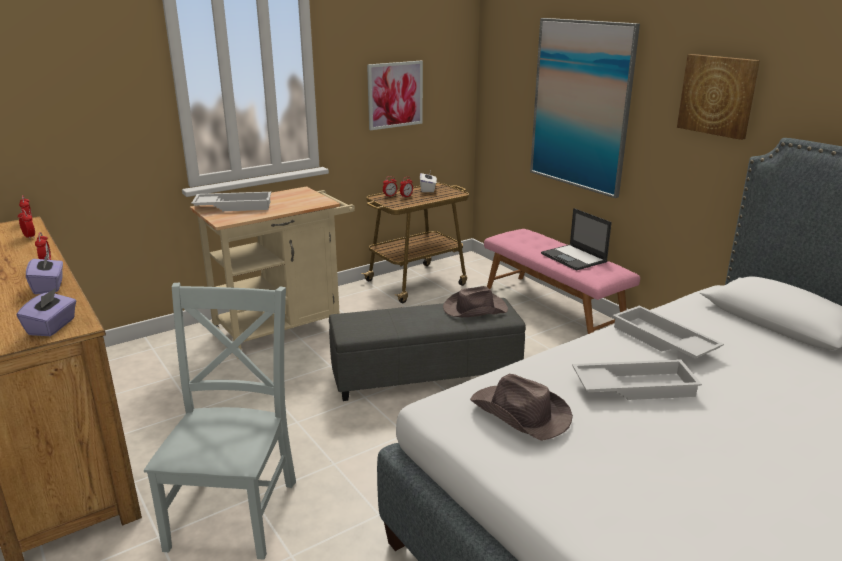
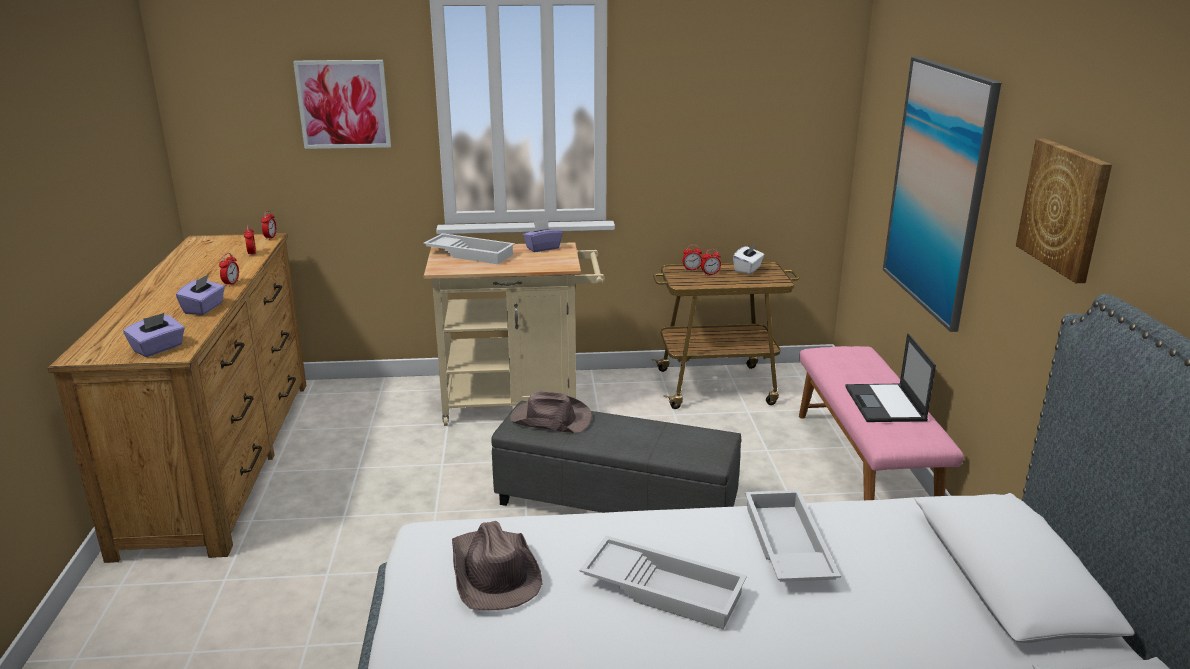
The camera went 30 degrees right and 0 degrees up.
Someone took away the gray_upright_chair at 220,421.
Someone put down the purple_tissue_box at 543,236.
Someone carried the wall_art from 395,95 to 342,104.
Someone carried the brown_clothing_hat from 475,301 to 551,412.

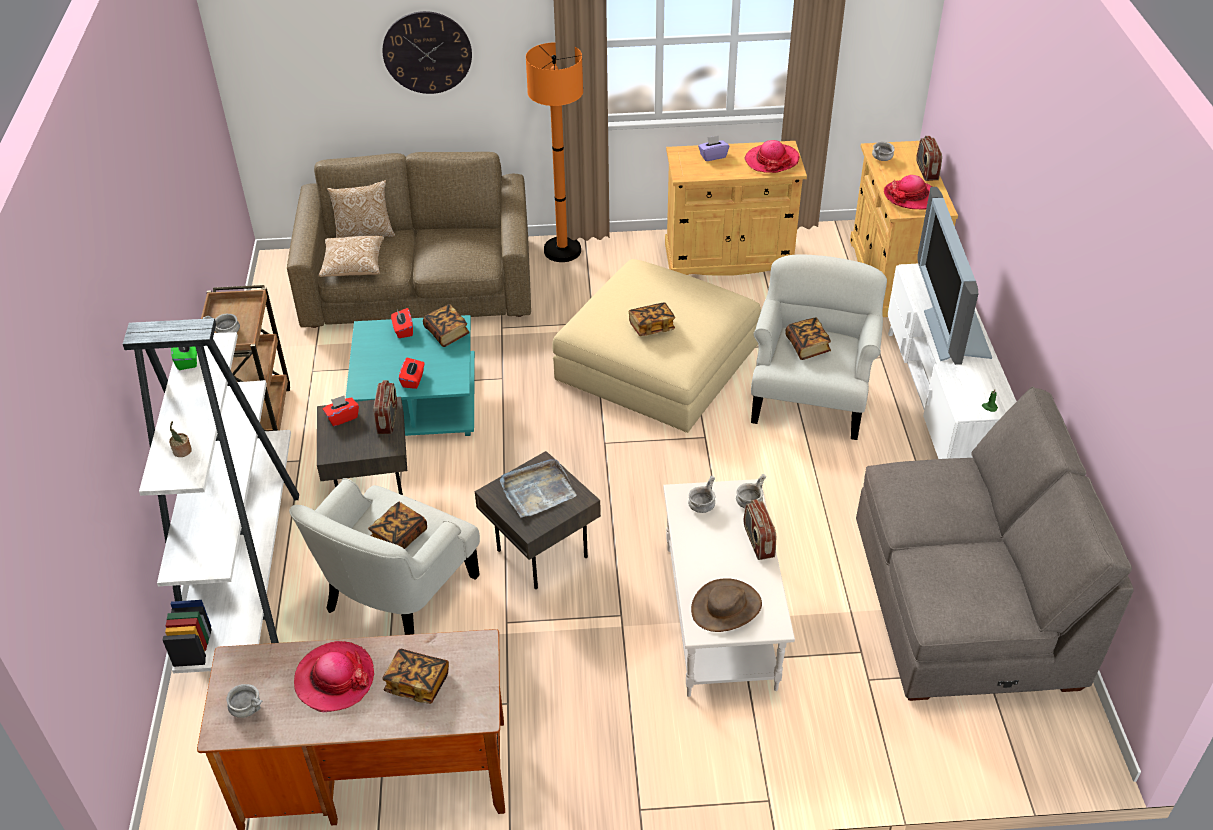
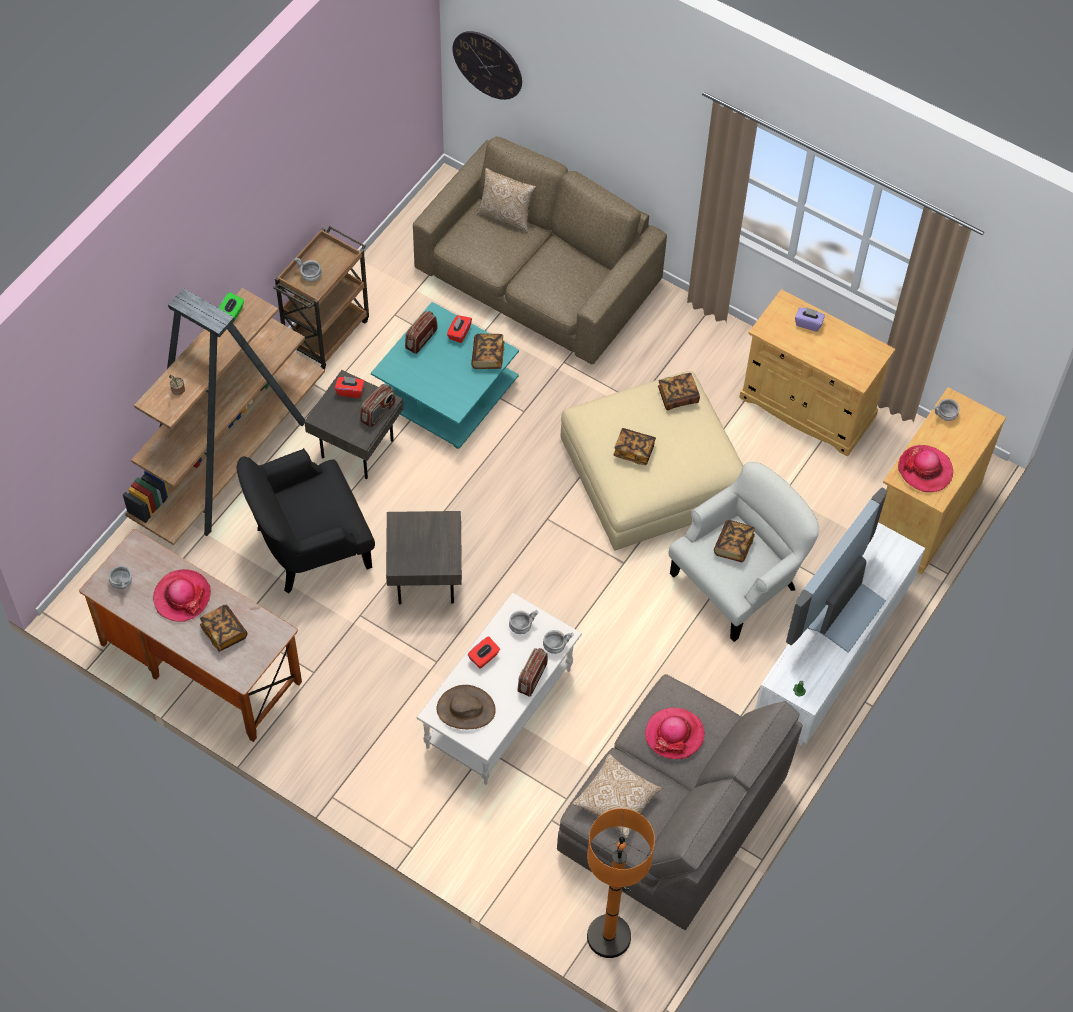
The camera went 35 degrees right and 15 degrees up.
Someone took away the gray_tray at 538,488.
Someone carried the pillow from 351,256 to 617,796.
Someone carried the bound_book from 397,525 to 679,392.
Someone carried the wall_clock from 427,52 to 487,65.
Someone carried the red-coloured_tissue_box from 412,373 to 484,652.
Someone carried the orangey_standing_lamp from 554,152 to 621,883.
Someone carried the clothing_hat from 772,156 to 675,733.
Someone carried the radio from 929,158 to 421,332.
Someone repainted the white_bookcase at 211,495, which became the brown_bookcase at 224,416.
Someone repainted the white_armchair at 384,556, which became the blackish_armchair at 305,520.

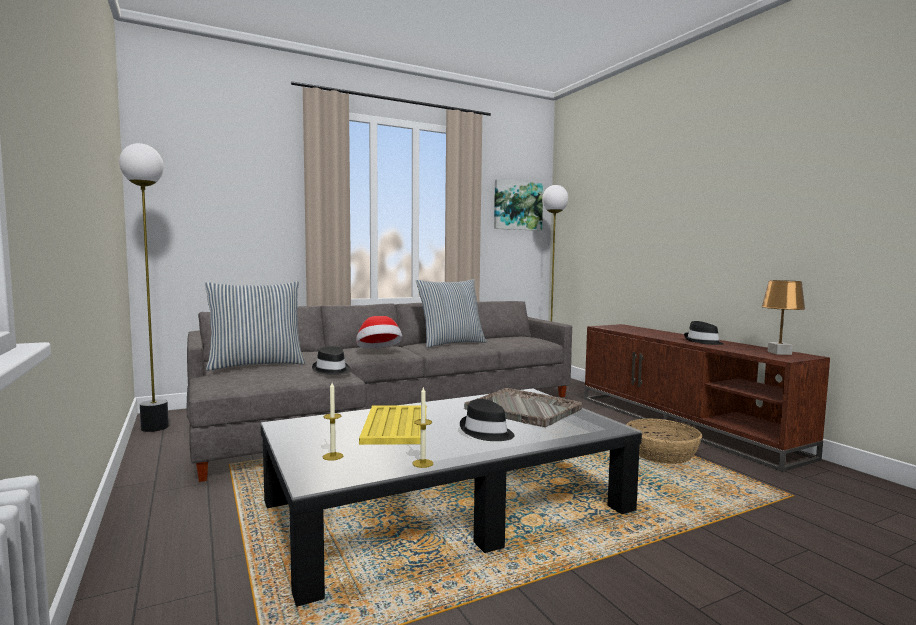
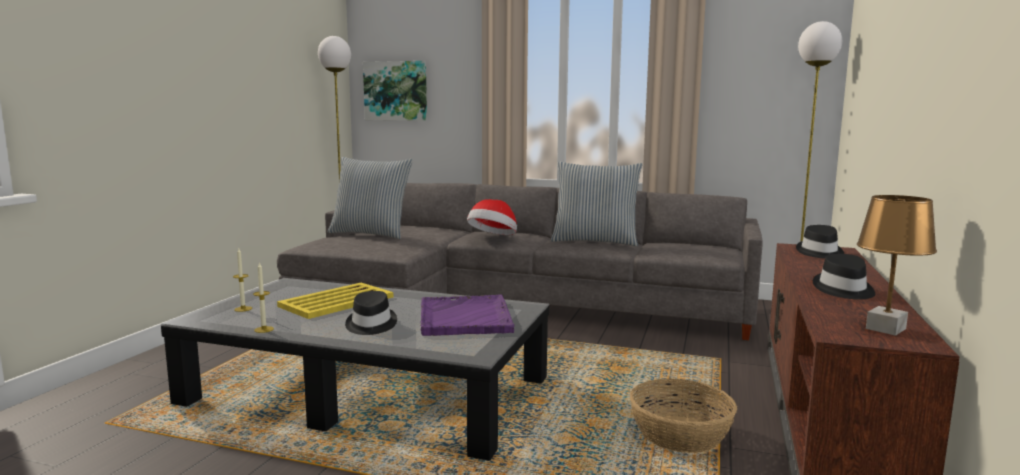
The camera went 45 degrees right and 5 degrees up.
Someone carried the blackish_clothing_hat from 331,360 to 820,242.
Someone carried the wall_art from 518,205 to 395,91.
Someone repainted the gray_tray at 523,407, which became the purple_tray at 467,315.

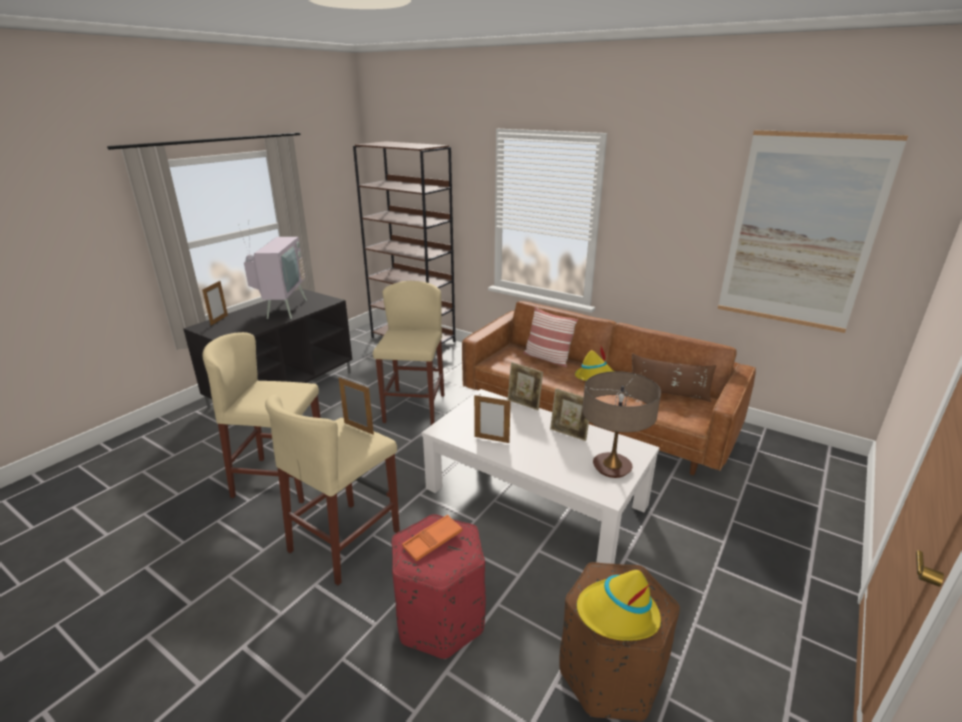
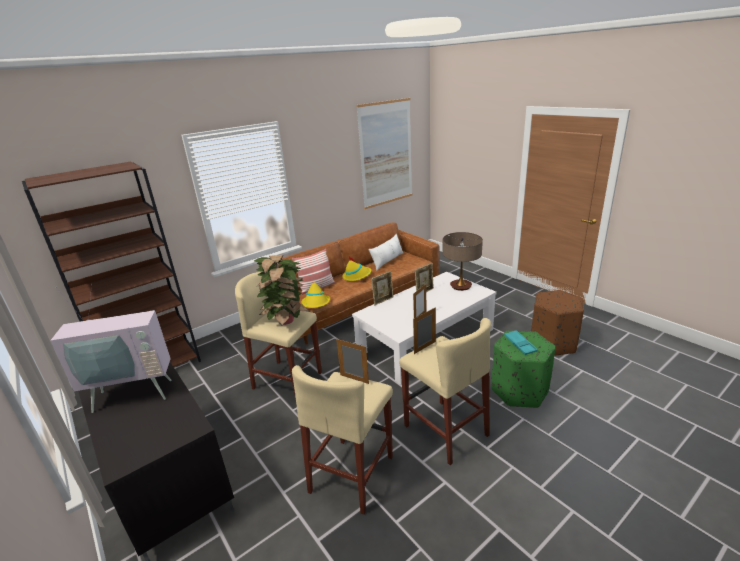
The camera went 70 degrees left and 0 degrees up.
Someone put down the potted_plant at 281,290.
Someone carried the photo_frame from 215,303 to 352,361.
Someone carried the yellowish_clothing_hat from 619,605 to 316,295.
Someone repainted the red-coloured_ottoman at 439,586, which became the green_ottoman at 523,369.
Someone repainted the orangey_tray at 432,538, which became the turquoise-coloured_tray at 521,342.
Someone repainted the brown_pillow at 674,377, which became the white_pillow at 385,252.
Someone rotated the TV_set at 272,269 by 150 degrees clockwise.

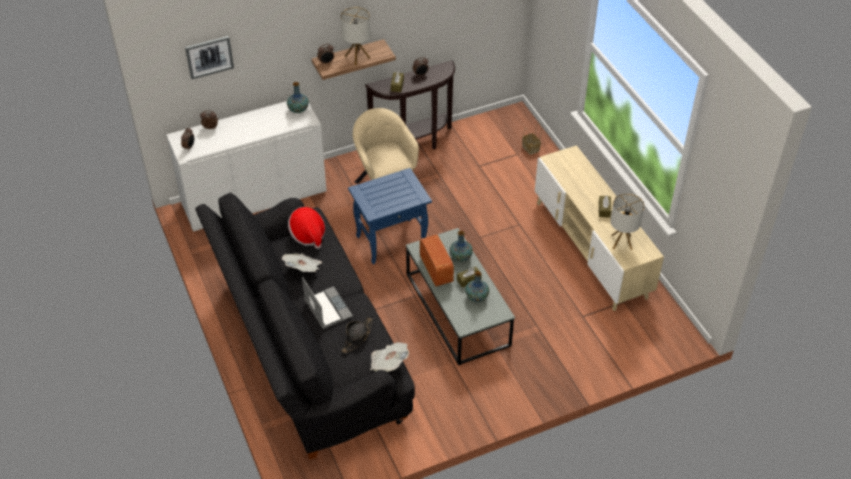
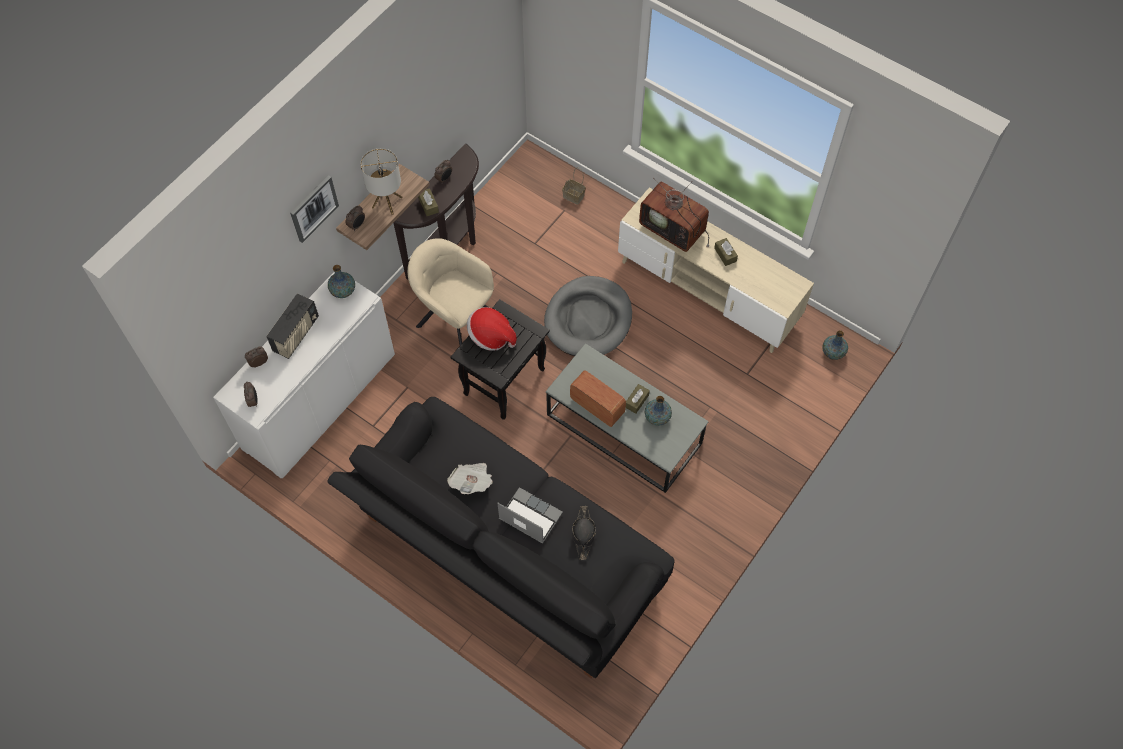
The camera went 30 degrees left and 15 degrees up.
Someone took away the newspaper at 389,357.
Someone took away the table_lamp at 627,221.
Someone put down the radio at 292,326.
Someone put down the gray_pet_bed at 588,316.
Someone put down the TV_set at 674,215.
Someone carried the wall_art from 209,57 to 314,209.
Someone carried the clothing_hat from 306,228 to 492,328.
Someone carried the decorative_vase from 461,246 to 835,345.
Someone repainted the blue_side_table at 390,216, which became the blackish_side_table at 500,359.

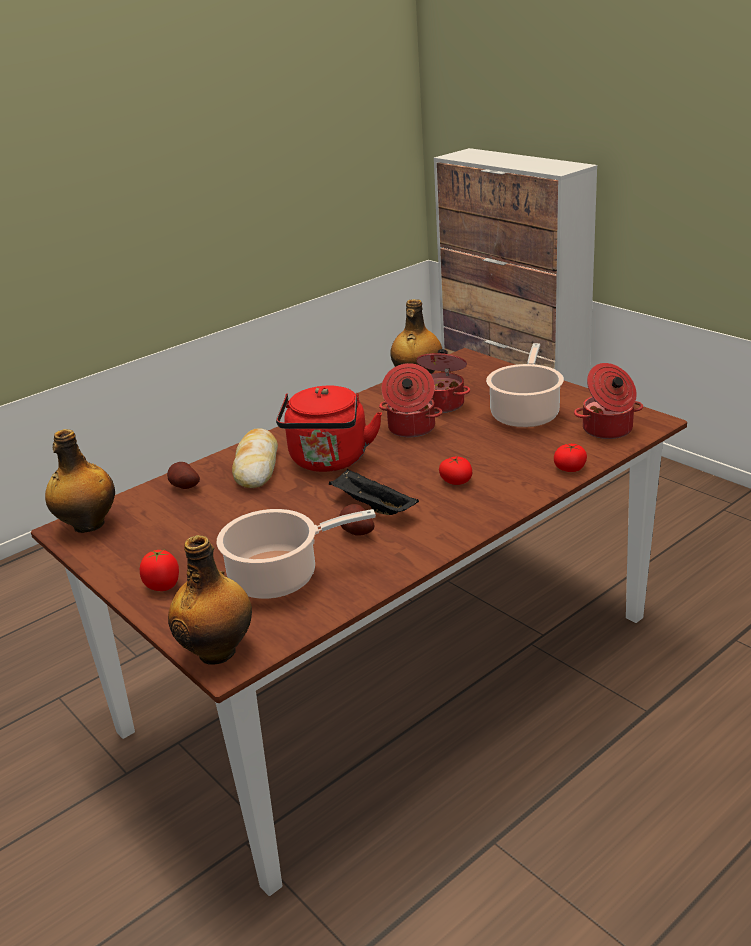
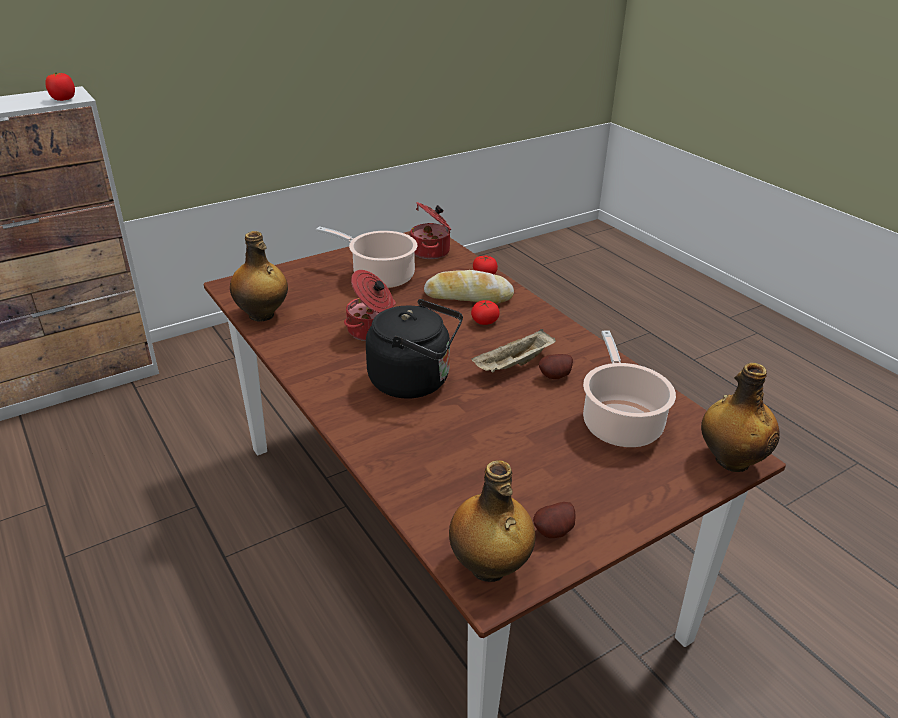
The camera went 85 degrees left and 5 degrees up.
Someone took away the stockpot at 443,381.
Someone carried the whole_tomato from 159,570 to 60,86.
Someone carried the potato from 183,475 to 554,520.
Someone carried the bread from 255,458 to 469,286.
Someone repainted the red-coloured_water_kettle at 329,428, which became the blackish_water_kettle at 414,349.
Someone repainted the blackish_tray at 374,492, which became the beige-coloured_tray at 513,351.

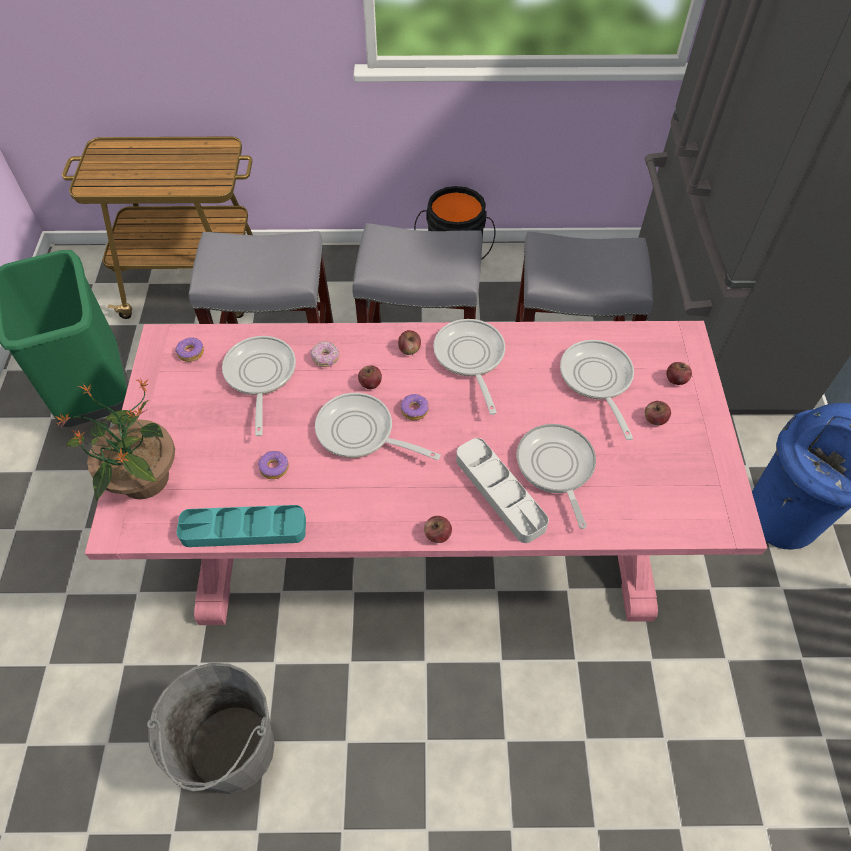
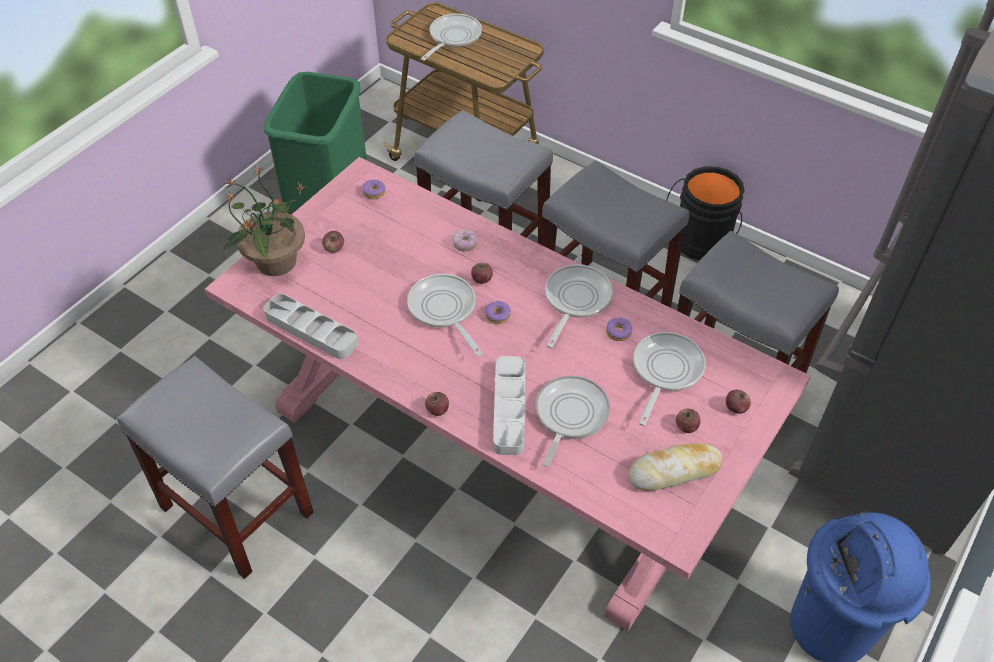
The camera went 35 degrees right and 5 degrees down.
Someone put down the bread at 675,467.
Someone carried the pan from 259,386 to 451,37.
Someone carried the ring_doughnut from 273,465 to 619,329.
Someone carried the apple from 409,342 to 333,242.
Someone swapped the gray_bucket at 211,728 for the gray_sitting_stool at 215,467.
Someone repainted the turquoise-coloured_tray at 241,526, which became the gray_tray at 310,326.

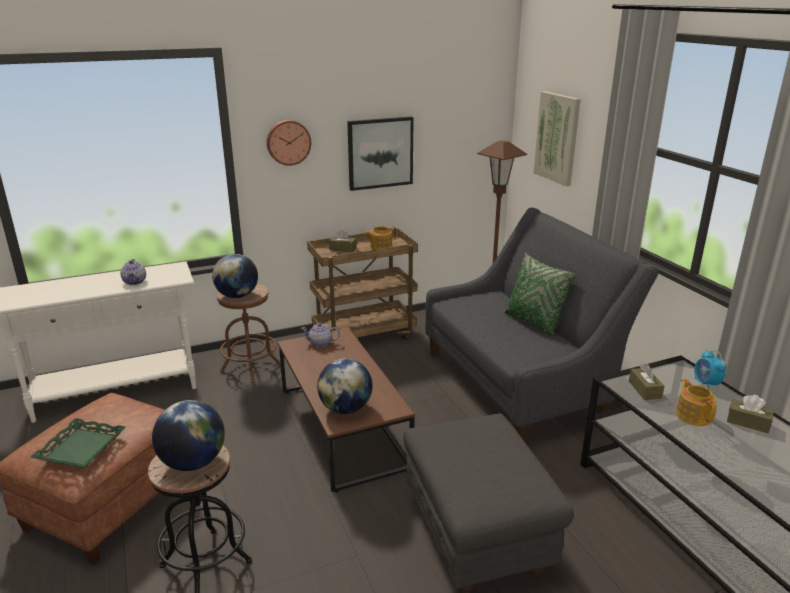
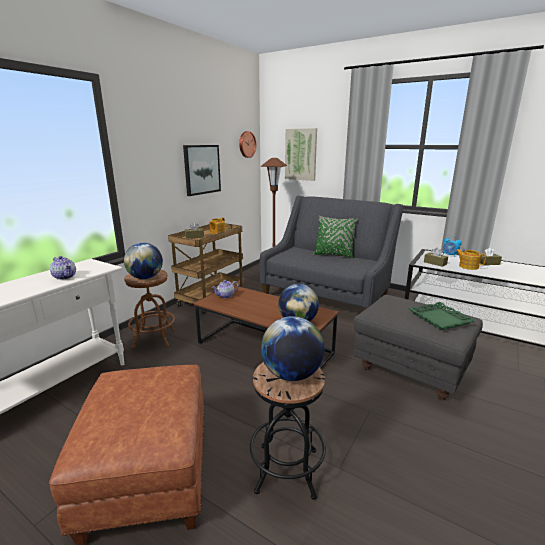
The camera went 35 degrees left and 5 degrees down.
Someone carried the green_tray from 78,443 to 442,316.
Someone carried the wall_clock from 289,143 to 247,144.

